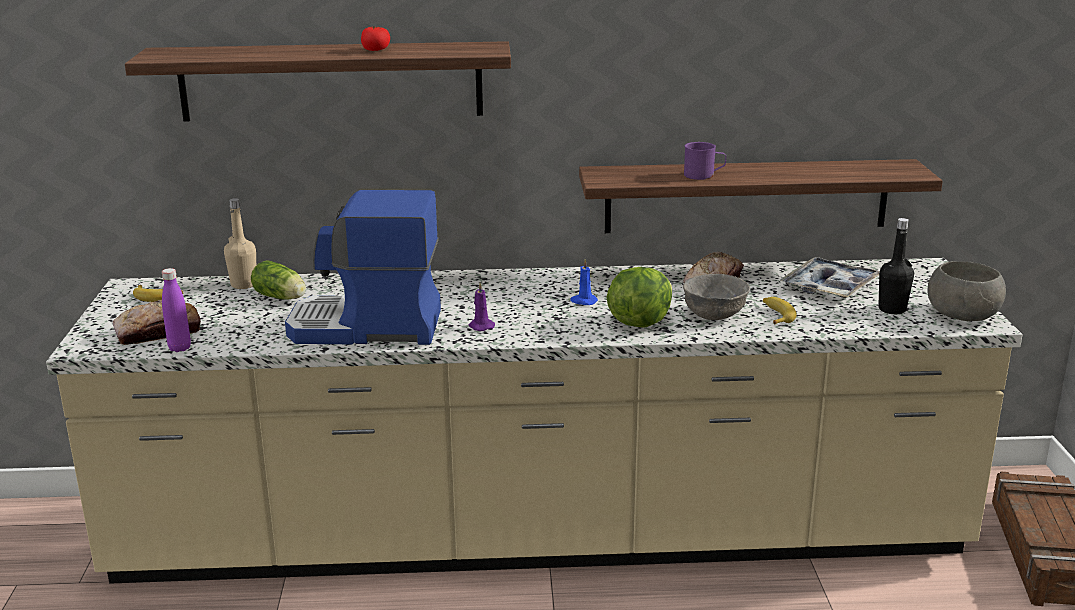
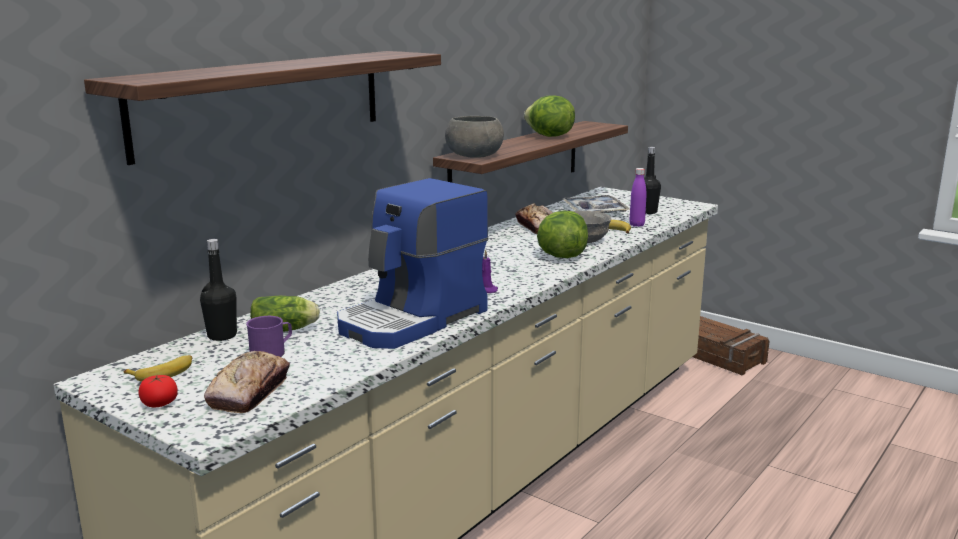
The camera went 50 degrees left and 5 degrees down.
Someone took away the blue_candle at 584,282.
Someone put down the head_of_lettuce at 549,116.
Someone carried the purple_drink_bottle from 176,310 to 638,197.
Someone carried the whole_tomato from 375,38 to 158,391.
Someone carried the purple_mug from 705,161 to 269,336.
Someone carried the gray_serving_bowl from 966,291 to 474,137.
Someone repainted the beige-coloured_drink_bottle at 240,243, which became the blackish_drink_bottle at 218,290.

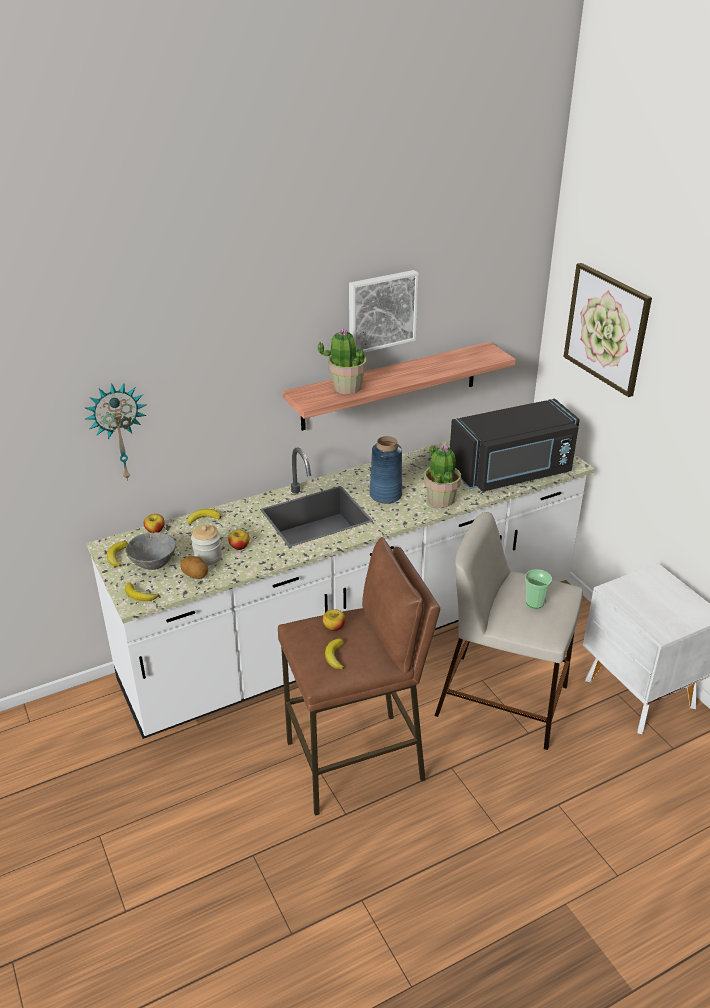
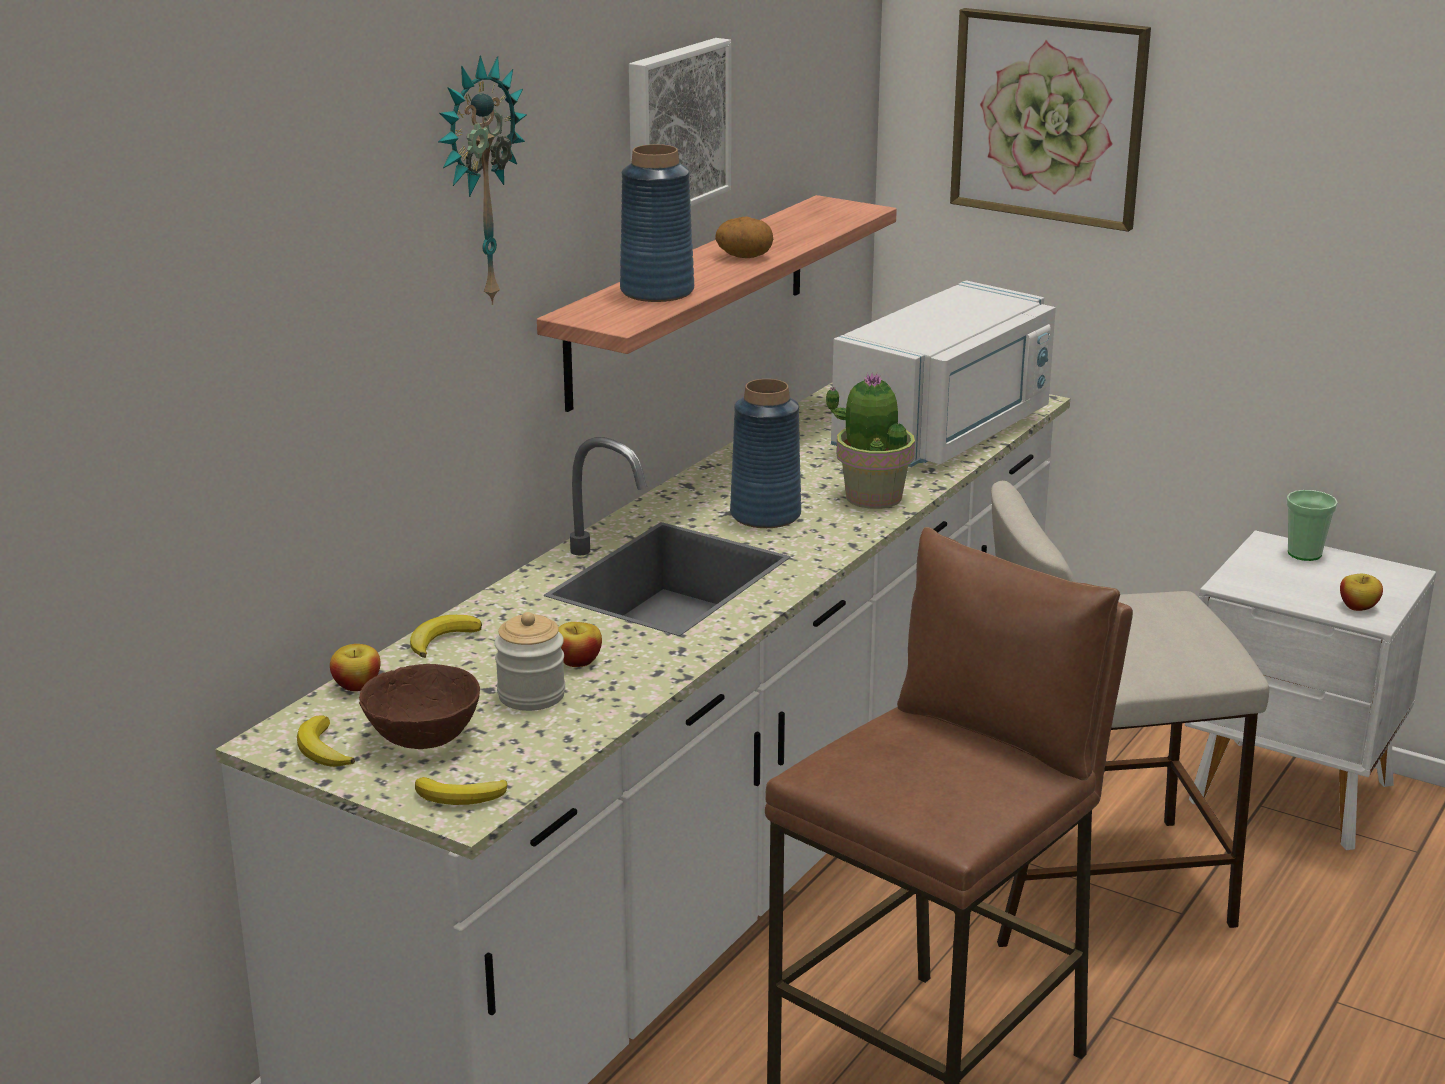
The camera went 30 degrees left and 10 degrees down.
Someone took away the whole_banana at 334,653.
Someone carried the wall_clock from 116,432 to 482,180.
Someone carried the potato from 194,567 to 744,237.
Someone carried the apple from 334,620 to 1361,592.
Someone carried the small_cup from 538,589 to 1312,525.
Someone swapped the potted_plant at 342,361 for the blue_decorative_vase at 657,223.
Someone repainted the gray_serving_bowl at 151,551, which became the brown_serving_bowl at 419,706.
Someone repainted the blackish_microwave_oven at 515,445, which became the white_microwave_oven at 943,373.

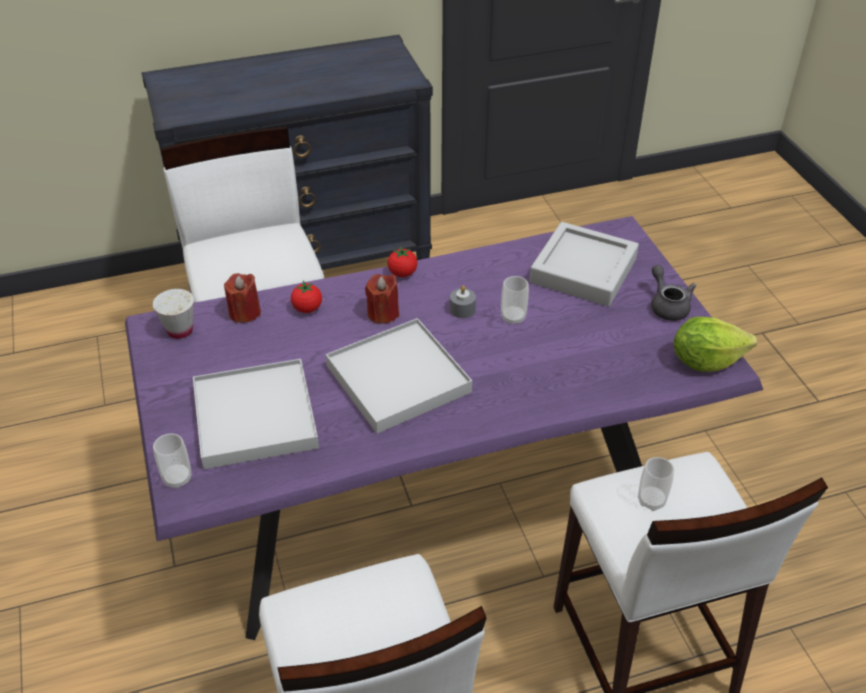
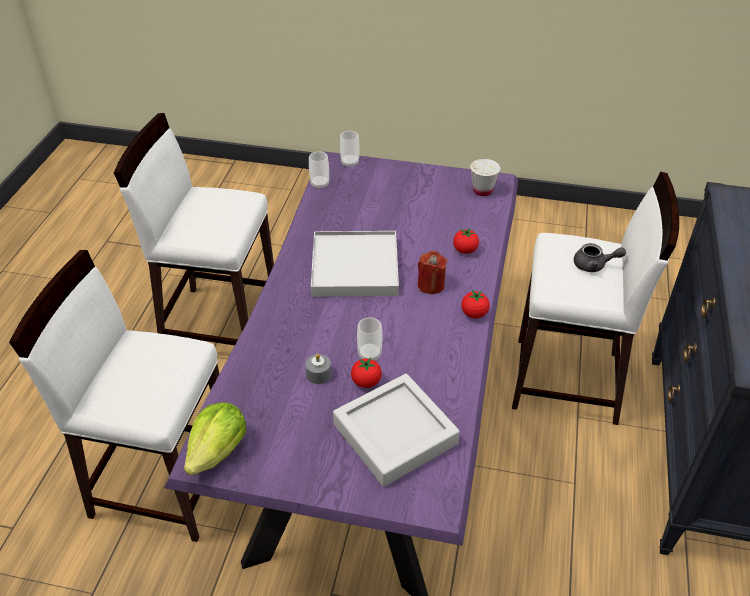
The camera went 120 degrees right and 0 degrees up.
Someone took away the white_tray at 256,414.
Someone took away the red-coloured_candle at 242,298.
Someone put down the whole_tomato at 366,372.
Someone carried the gray_candle from 463,301 to 318,369.
Someone carried the small_cup from 656,484 to 319,170.
Someone carried the gray_pot_for_tea from 673,293 to 600,257.

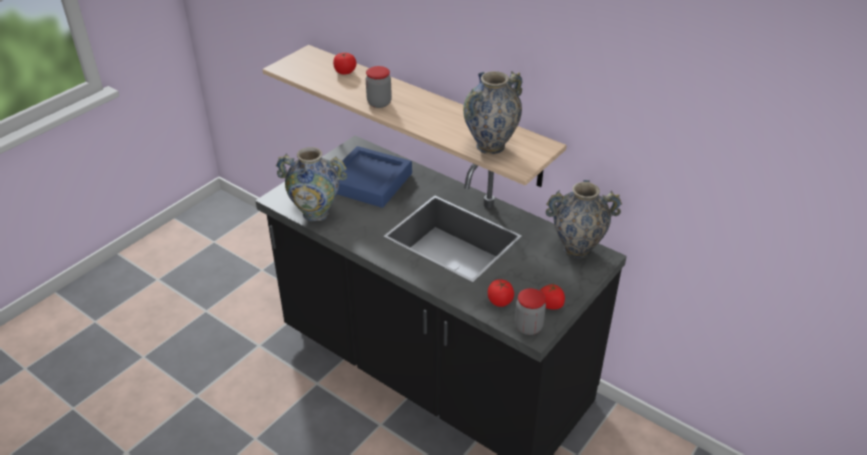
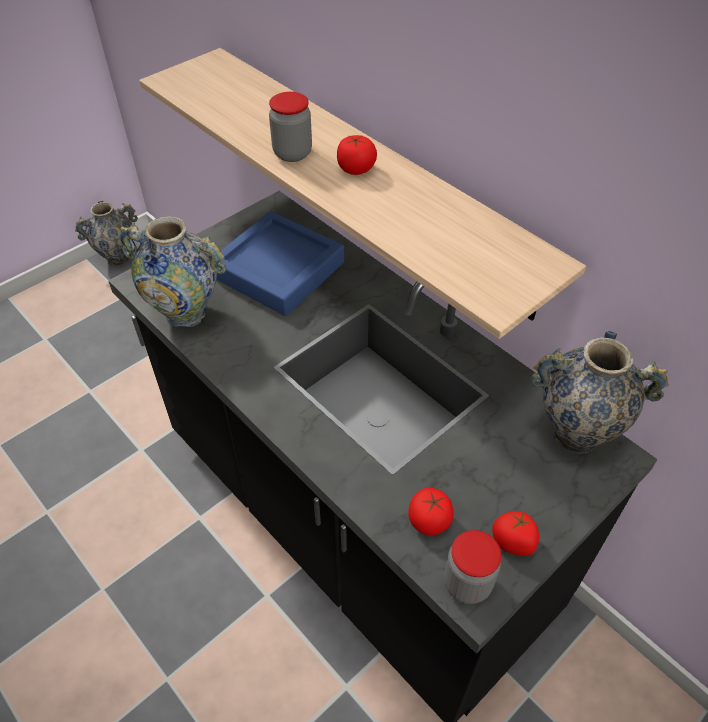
The camera went 10 degrees right and 10 degrees up.
Someone carried the whole_tomato from 344,64 to 357,155.
Someone carried the decorative_vase from 493,112 to 106,233.

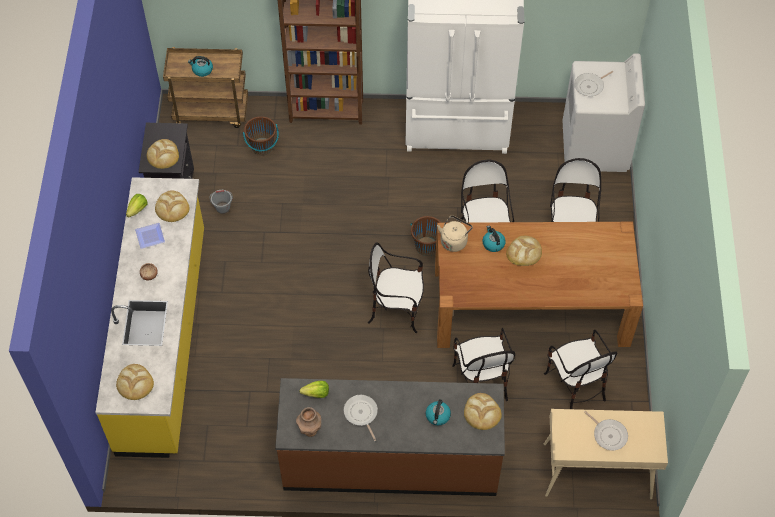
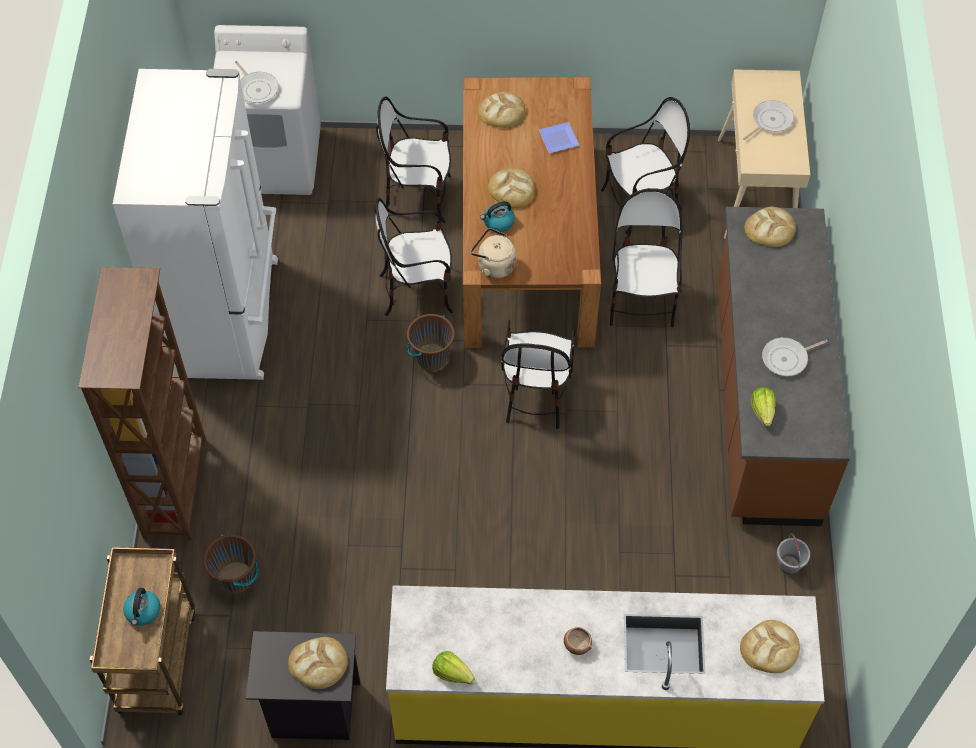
The camera went 90 degrees left and 0 degrees up.
Someone took away the brown_decorative_vase at 308,422.
Someone took away the water_kettle at 438,412.
Someone carried the plate from 150,236 to 559,137.
Someone carried the bread from 172,206 to 501,109.
Someone carried the gray_bucket from 221,202 to 793,554.
Someone rotated the upright_chair at 483,364 by 75 degrees counterclockwise.

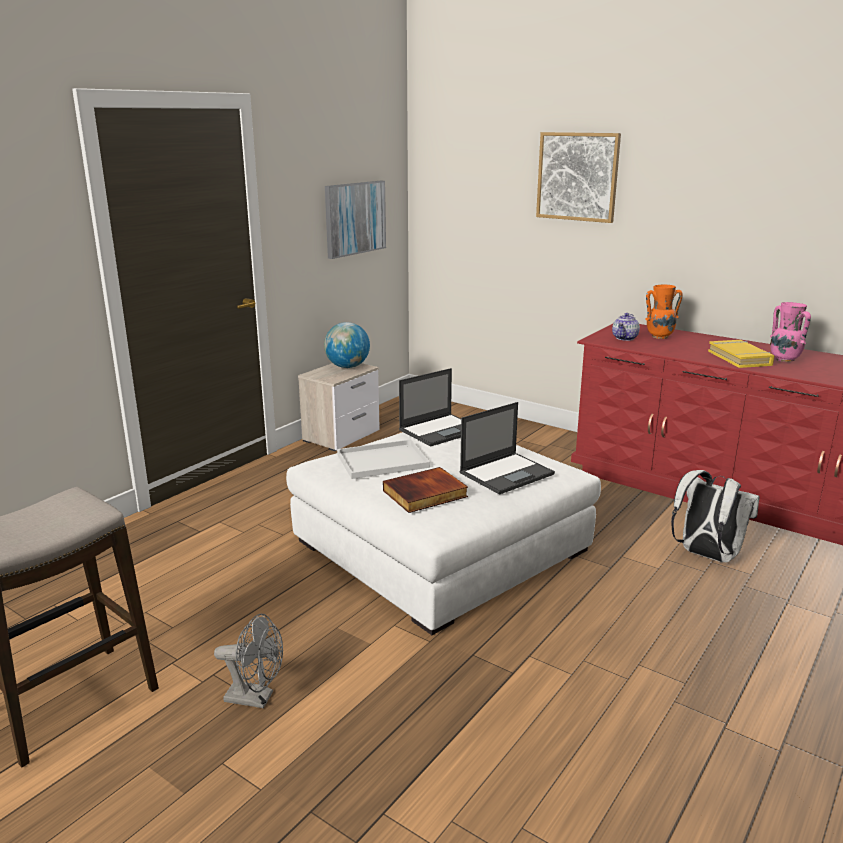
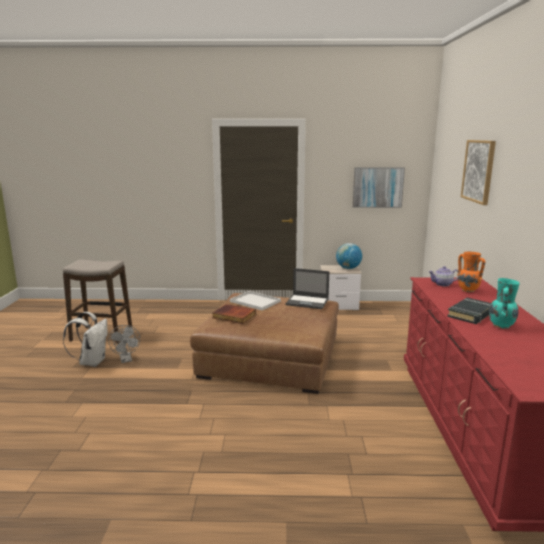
The camera went 55 degrees right and 5 degrees down.
Someone took away the notebook_computer at 507,448.
Someone carried the white_knapsack from 715,516 to 85,339.
Someone repainted the white_ottoman at 443,533, which became the brown_ottoman at 264,343.
Someone repainted the yellowish_bound_book at 741,354, which became the blackish_bound_book at 469,311.
Someone repainted the pinkish_decorative_vase at 790,332, which became the turquoise-coloured_decorative_vase at 504,303.

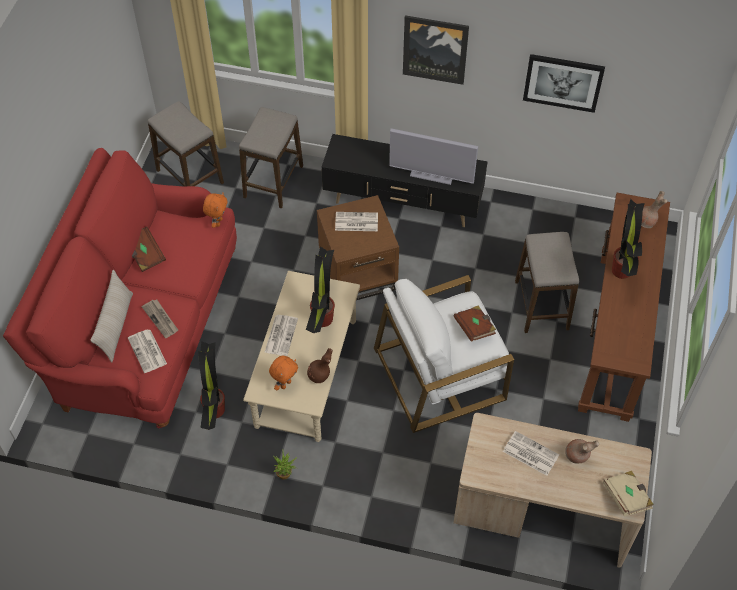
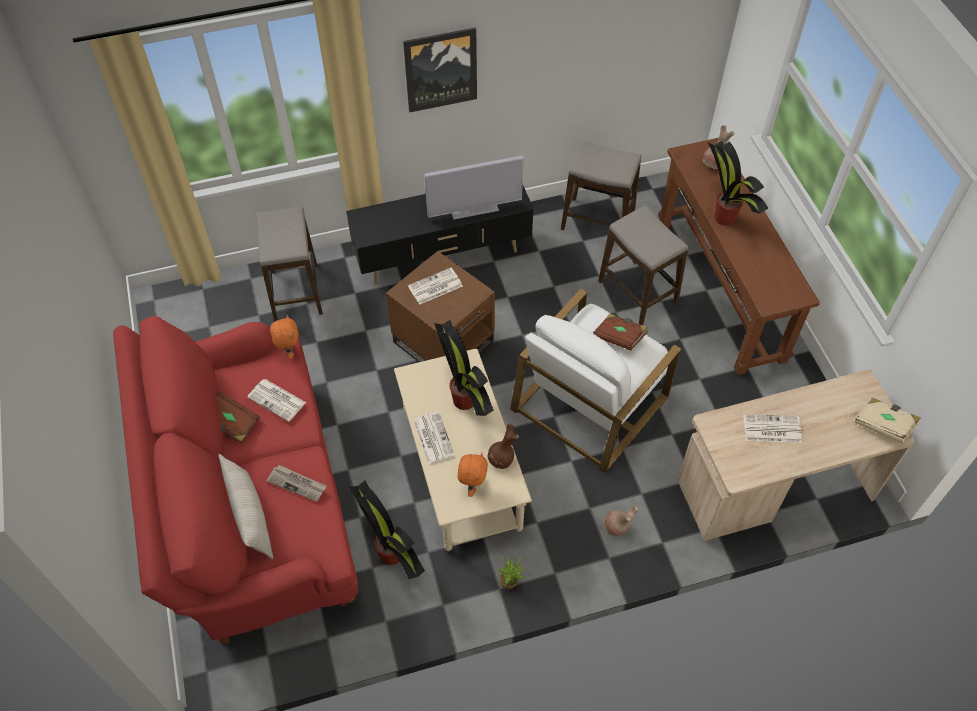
The camera went 30 degrees left and 0 degrees up.
Someone took away the wall_art at 564,83.
Someone carried the newspaper from 147,351 to 276,400.
Someone carried the sitting_stool from 186,143 to 601,185.
Someone carried the brown_decorative_vase from 582,451 to 621,521.

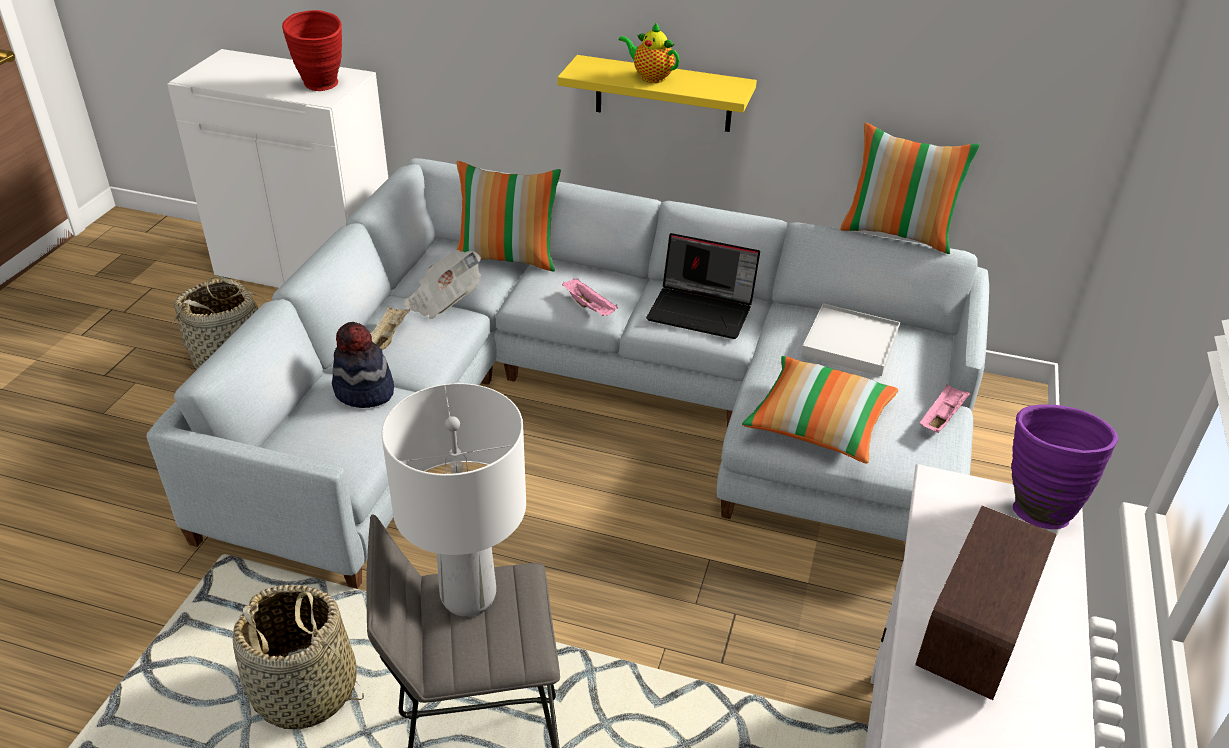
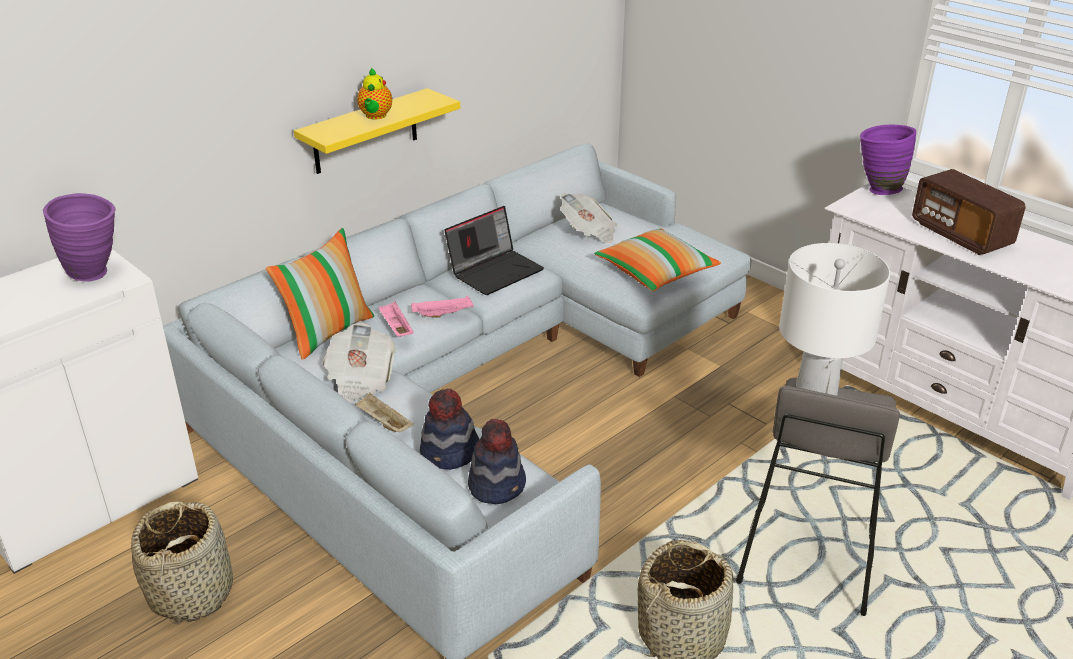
The camera went 60 degrees left and 5 degrees down.
Someone took away the pillow at 910,188.
Someone put down the clothing_hat at 497,461.
Someone carried the pinkish_tray from 945,408 to 396,319.
Someone swapped the white_tray at 850,339 for the newspaper at 588,218.
Someone repainted the red-coloured_decorative_vase at 312,50, which became the purple_decorative_vase at 79,237.
Someone rotated the pot_for_tea at 649,52 by 60 degrees counterclockwise.

